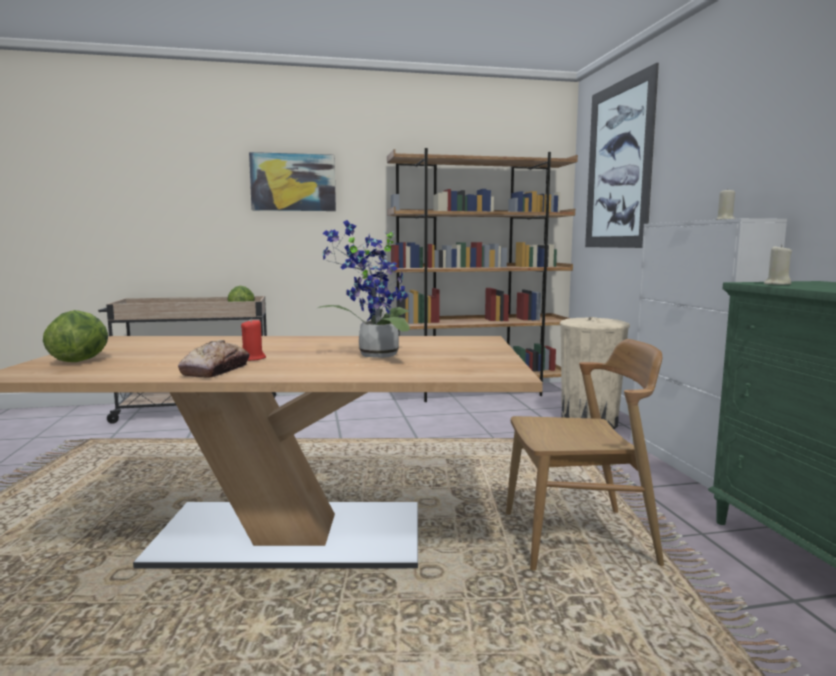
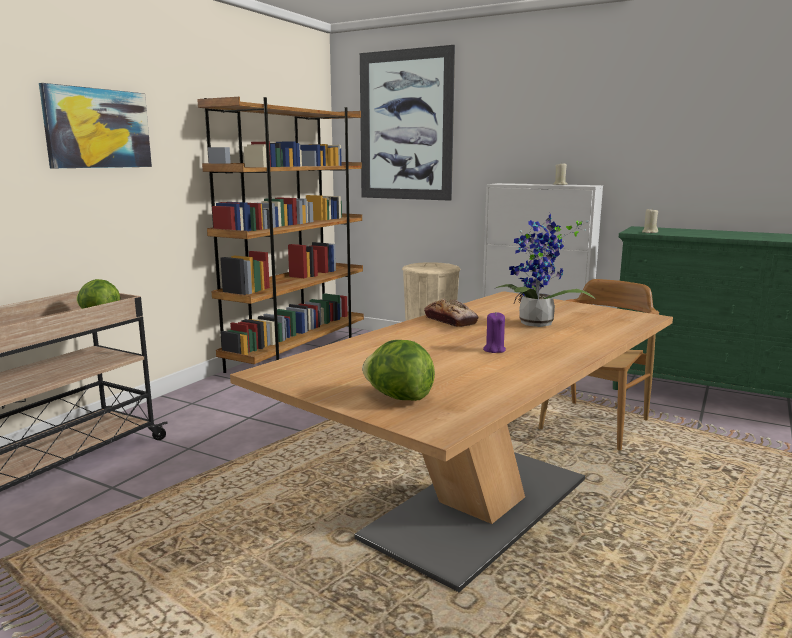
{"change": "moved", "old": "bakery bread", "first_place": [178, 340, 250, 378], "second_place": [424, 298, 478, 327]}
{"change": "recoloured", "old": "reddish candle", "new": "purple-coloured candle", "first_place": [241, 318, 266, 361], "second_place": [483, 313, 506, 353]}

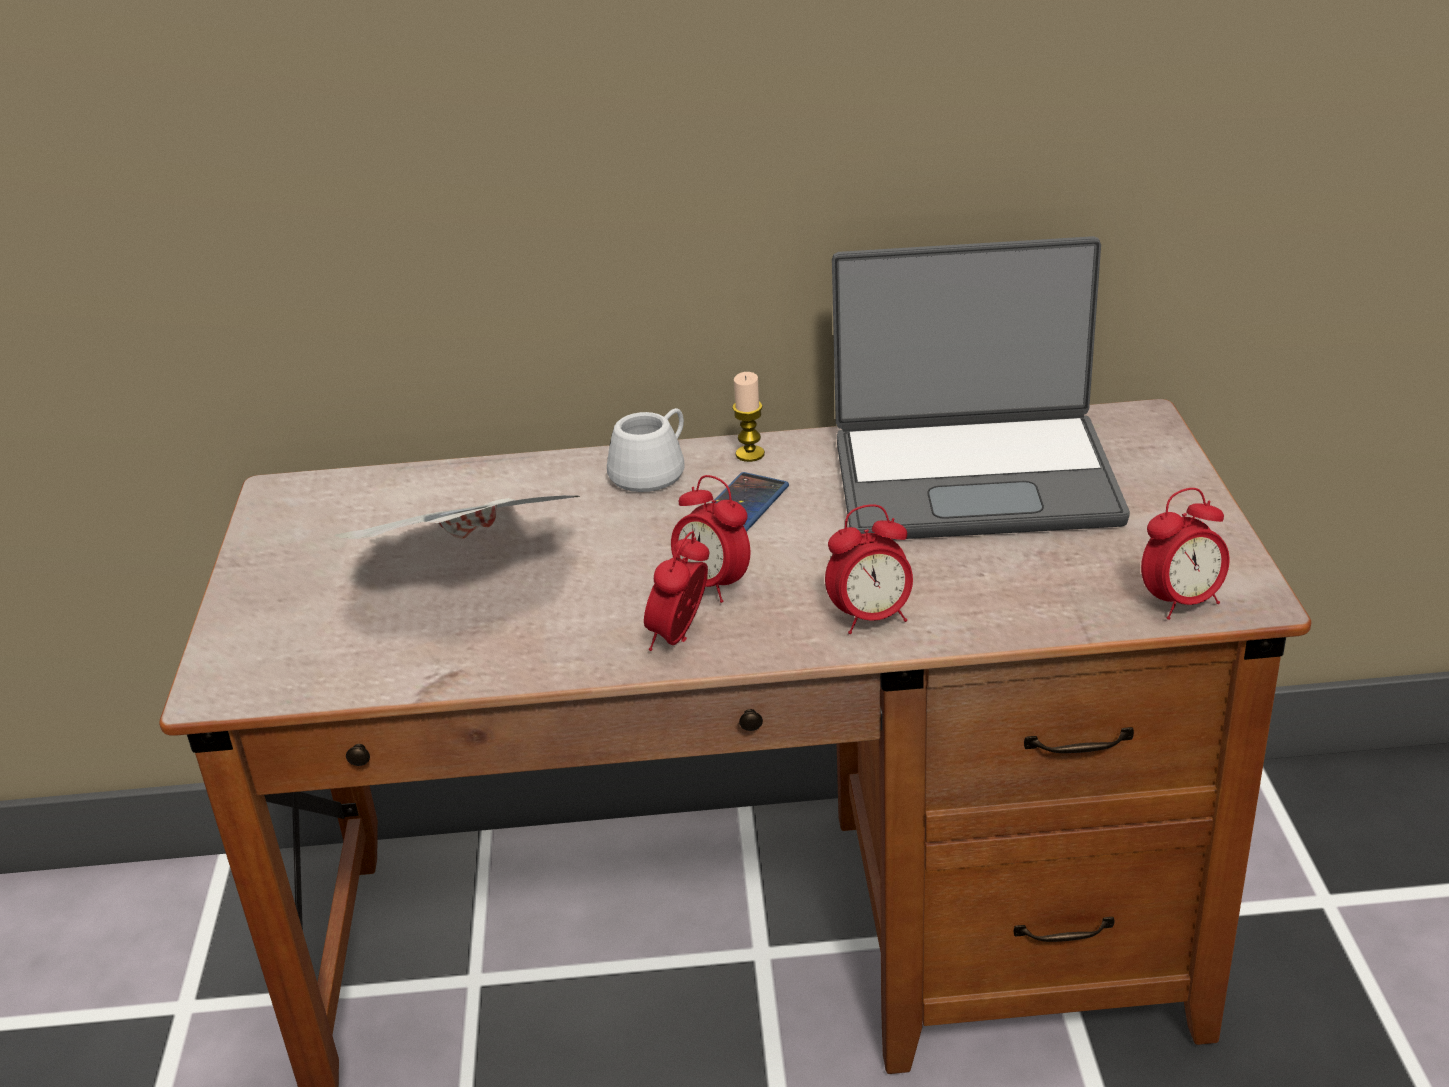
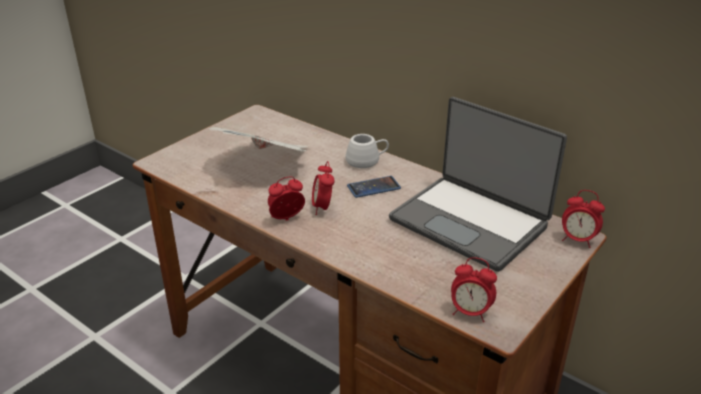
{"change": "moved", "old": "alarm clock", "first_place": [825, 504, 913, 634], "second_place": [562, 190, 605, 248]}
{"change": "removed", "old": "candle", "first_place": [732, 372, 765, 462]}

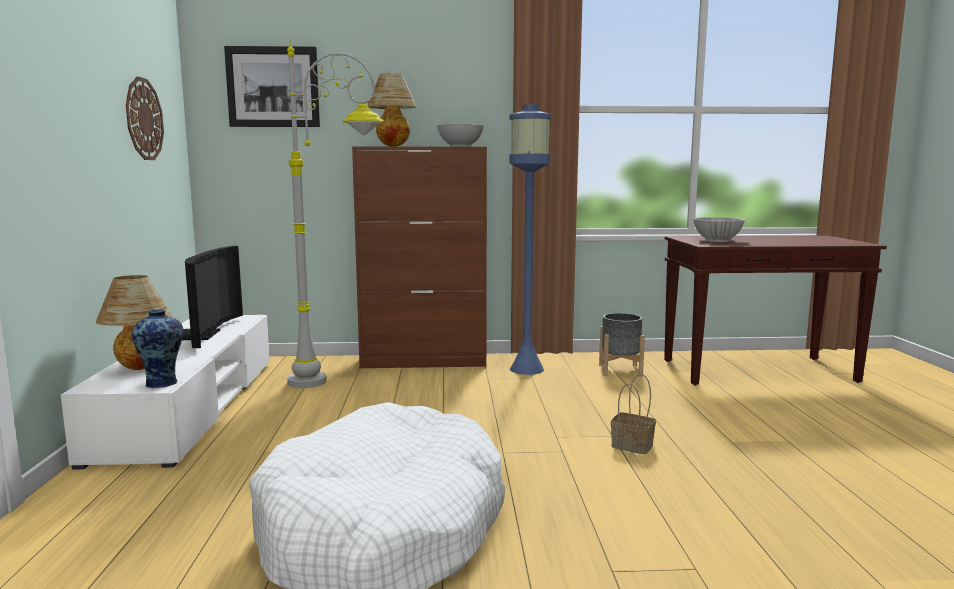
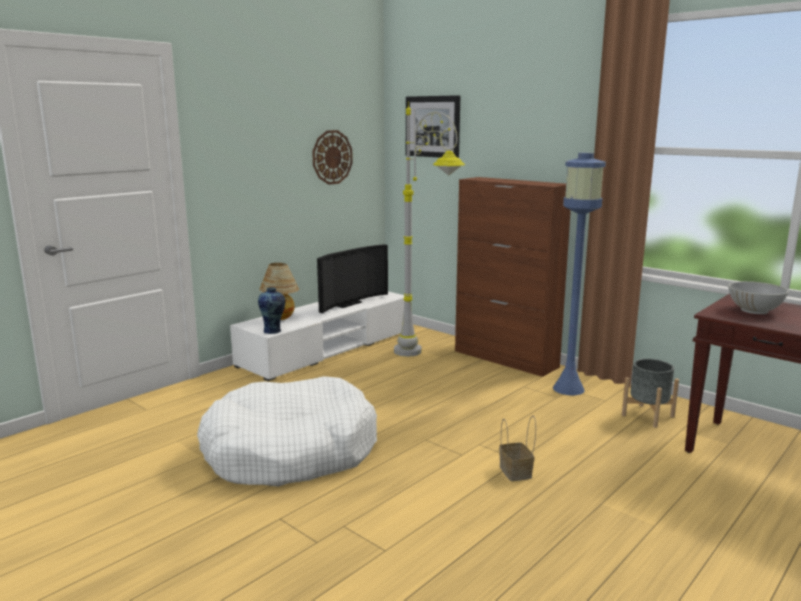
{"change": "removed", "old": "table lamp", "first_place": [368, 73, 417, 147]}
{"change": "removed", "old": "white-coloured serving bowl", "first_place": [437, 124, 484, 147]}

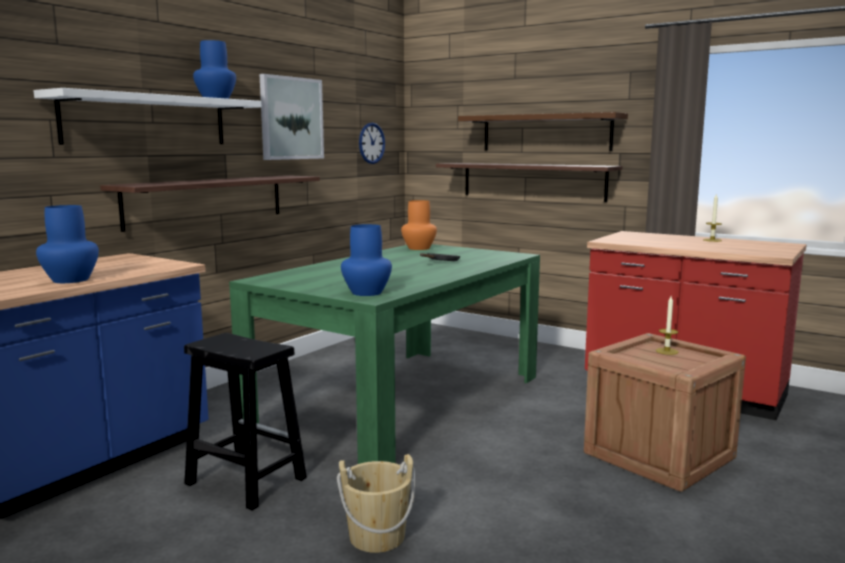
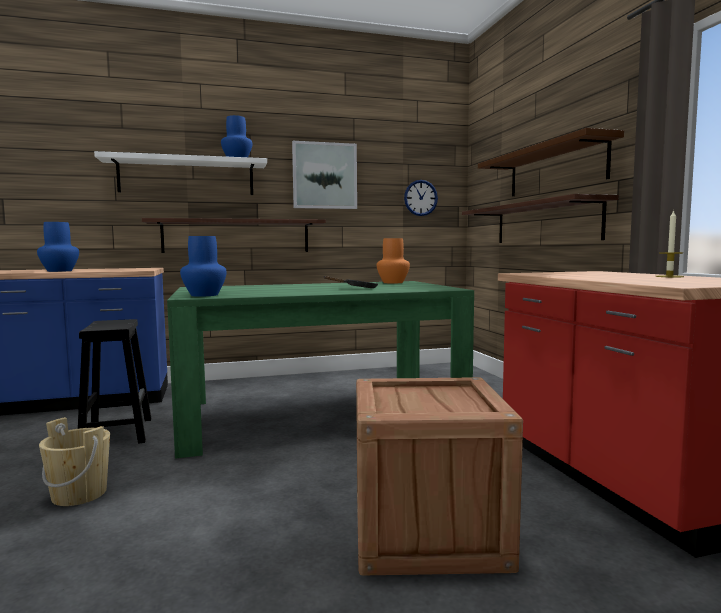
{"change": "removed", "old": "candle", "first_place": [656, 296, 679, 355]}

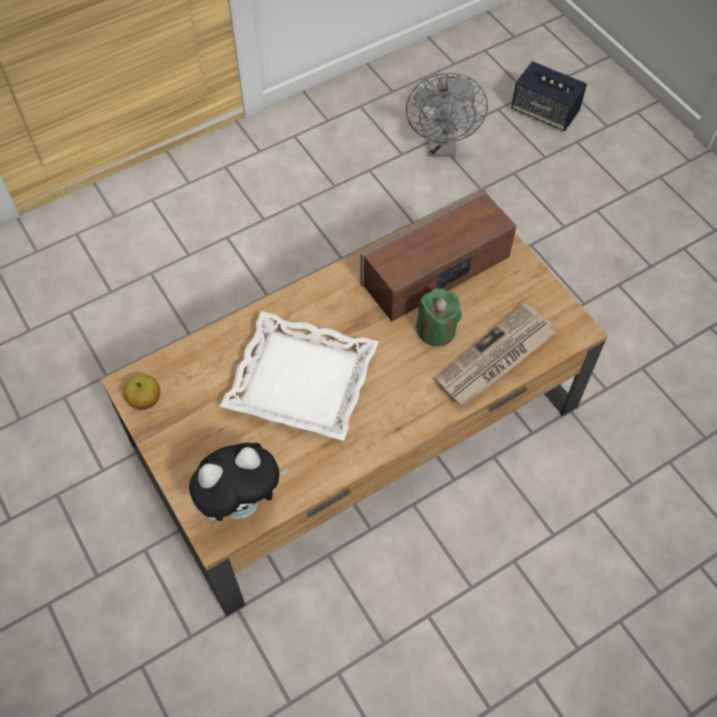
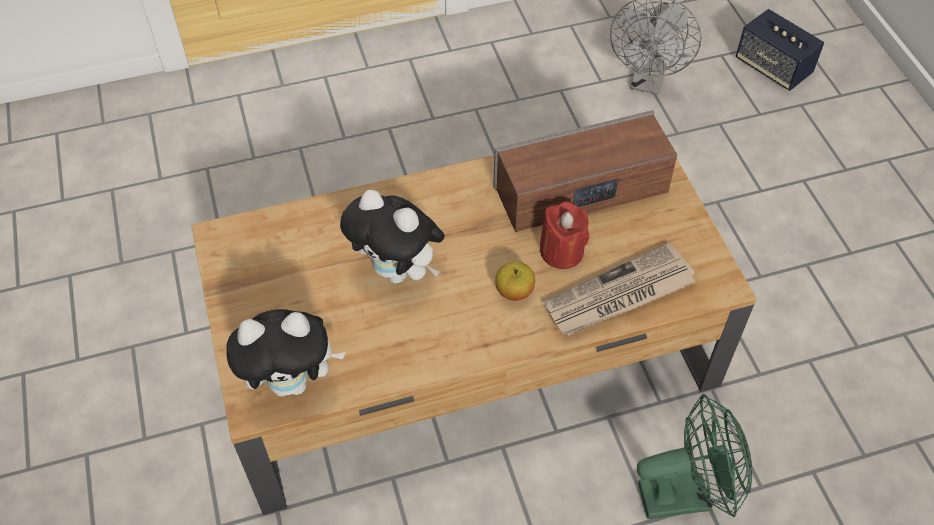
{"change": "replaced", "old": "white-coloured carrying tray", "new": "soft toy", "first_place": [220, 311, 379, 441], "second_place": [340, 190, 445, 284]}
{"change": "moved", "old": "whole apple", "first_place": [124, 374, 160, 410], "second_place": [495, 261, 535, 301]}
{"change": "recoloured", "old": "green candle", "new": "reddish candle", "first_place": [416, 288, 462, 346], "second_place": [540, 202, 589, 269]}
{"change": "added", "new": "green electric fan", "second_place": [637, 394, 752, 519]}

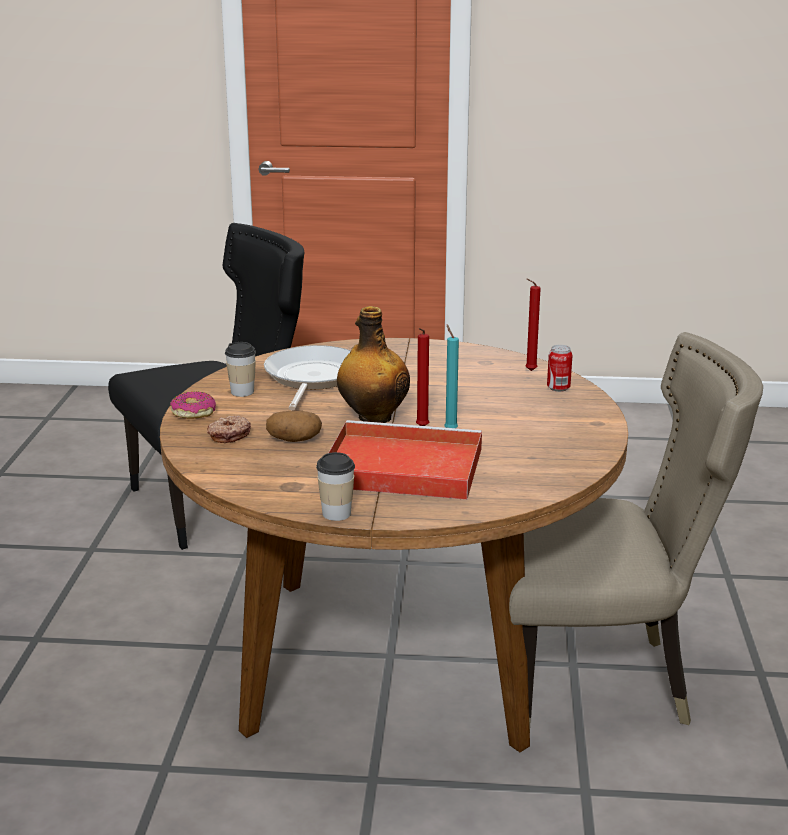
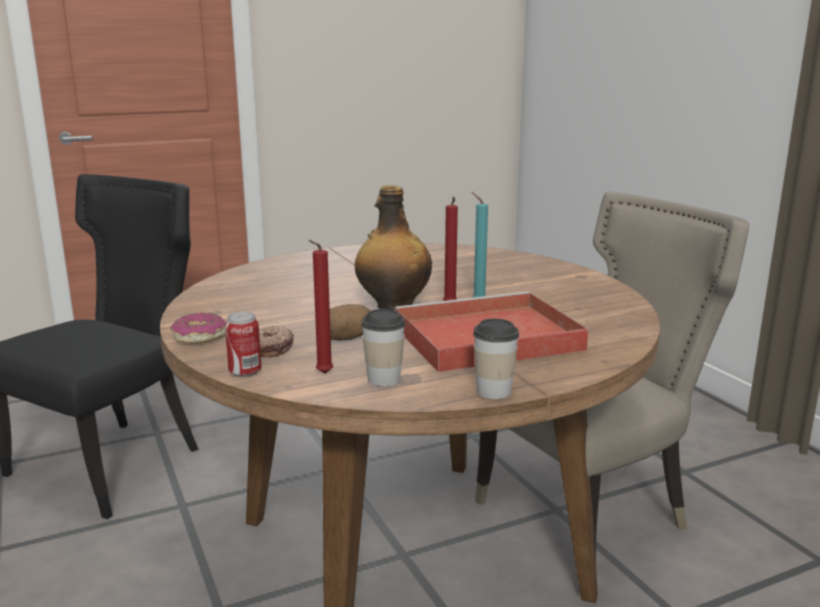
{"change": "moved", "old": "sealed can", "first_place": [547, 345, 573, 392], "second_place": [225, 312, 261, 377]}
{"change": "moved", "old": "reddish candle", "first_place": [525, 279, 541, 371], "second_place": [308, 240, 333, 374]}
{"change": "moved", "old": "cup", "first_place": [225, 342, 256, 397], "second_place": [361, 309, 406, 387]}
{"change": "removed", "old": "skillet", "first_place": [264, 345, 351, 410]}

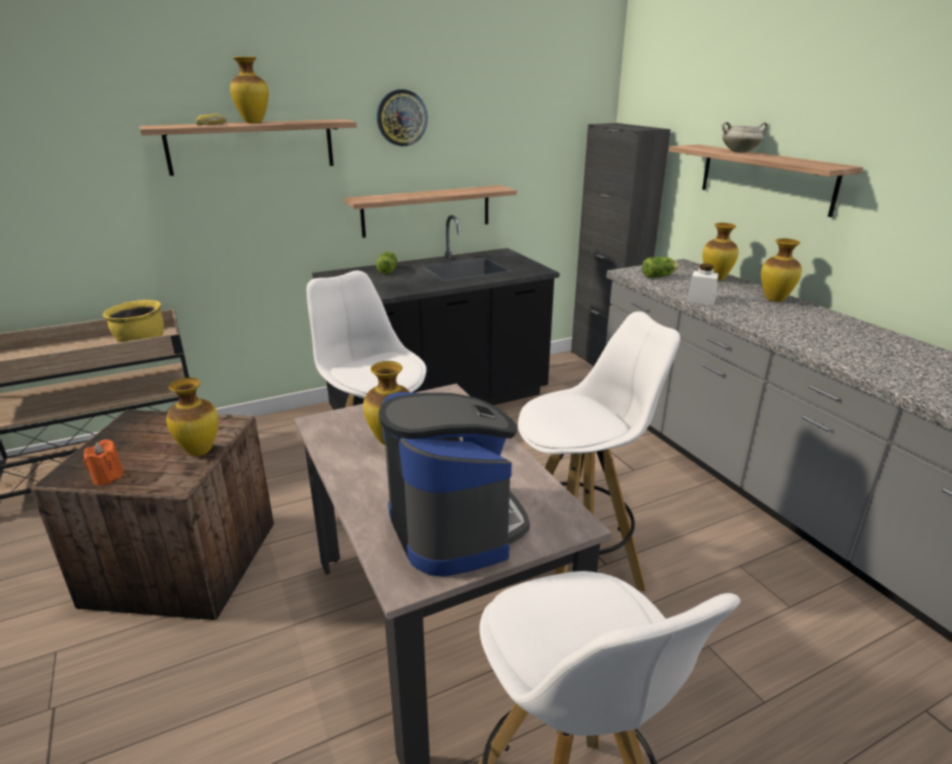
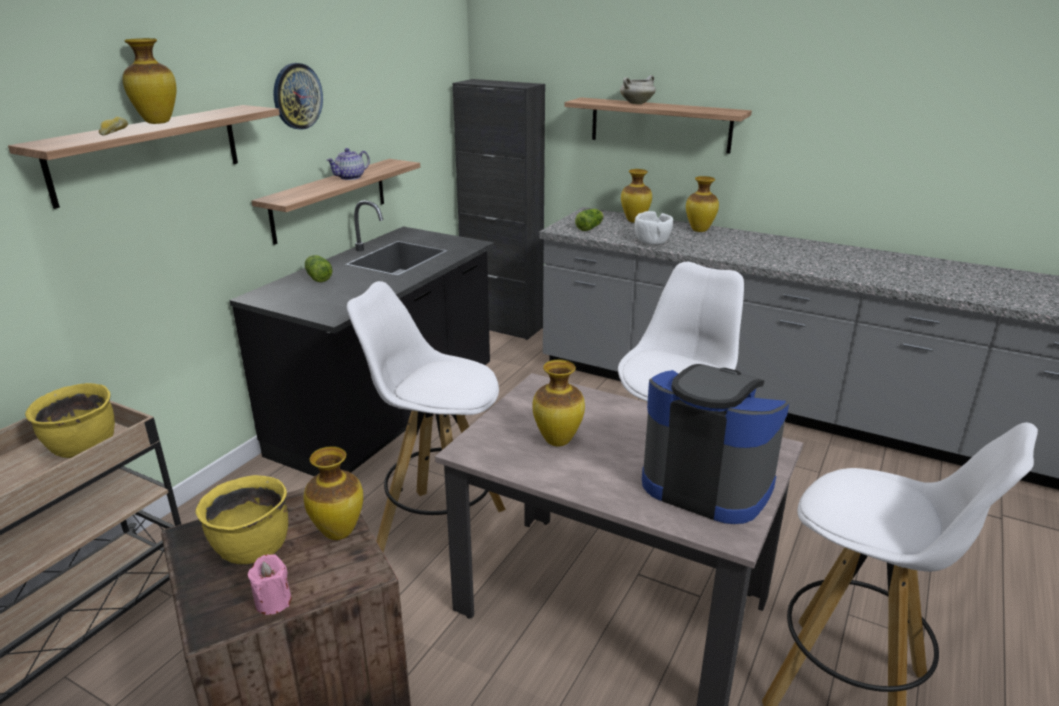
{"change": "added", "new": "yellow-coloured cooking pot", "second_place": [195, 475, 288, 564]}
{"change": "recoloured", "old": "orangey candle", "new": "pinkish candle", "first_place": [84, 439, 124, 485], "second_place": [248, 554, 292, 615]}
{"change": "added", "new": "teapot", "second_place": [327, 148, 370, 180]}
{"change": "replaced", "old": "white-coloured storage jar", "new": "white-coloured serving bowl", "first_place": [687, 264, 718, 305], "second_place": [635, 211, 673, 245]}

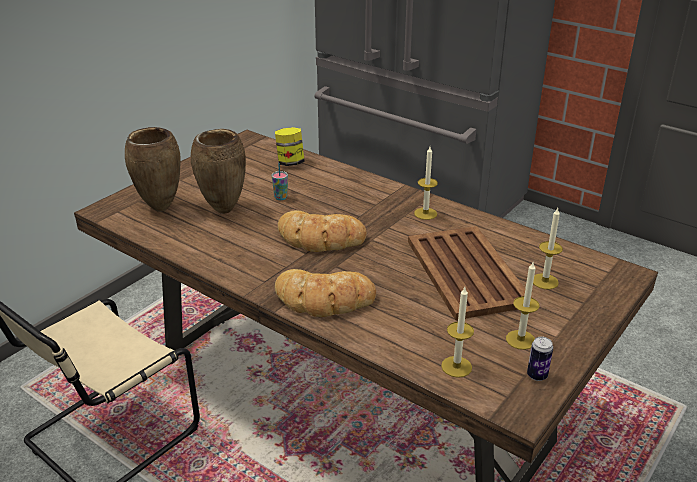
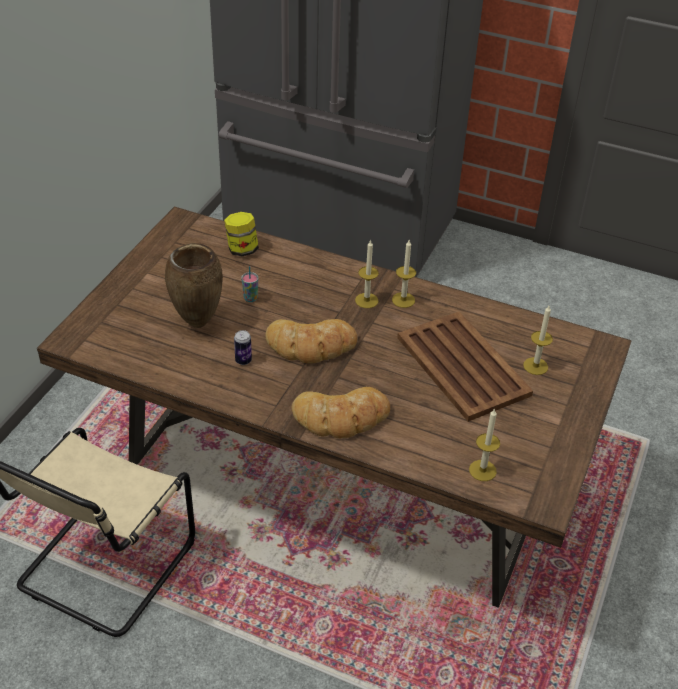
{"change": "moved", "old": "sealed can", "first_place": [527, 337, 553, 381], "second_place": [234, 330, 252, 365]}
{"change": "moved", "old": "candle", "first_place": [506, 262, 539, 350], "second_place": [355, 240, 379, 308]}
{"change": "removed", "old": "brown-coloured decorative vase", "first_place": [125, 127, 181, 212]}

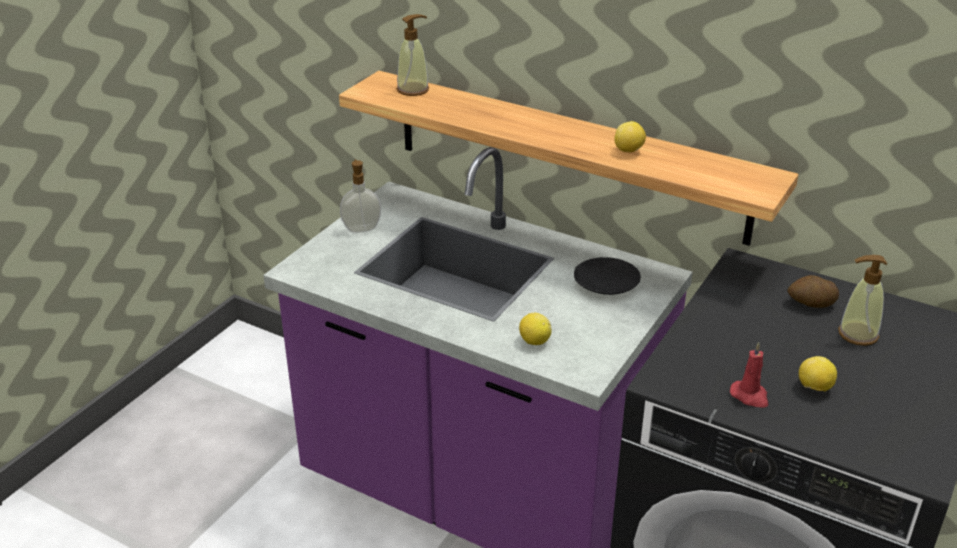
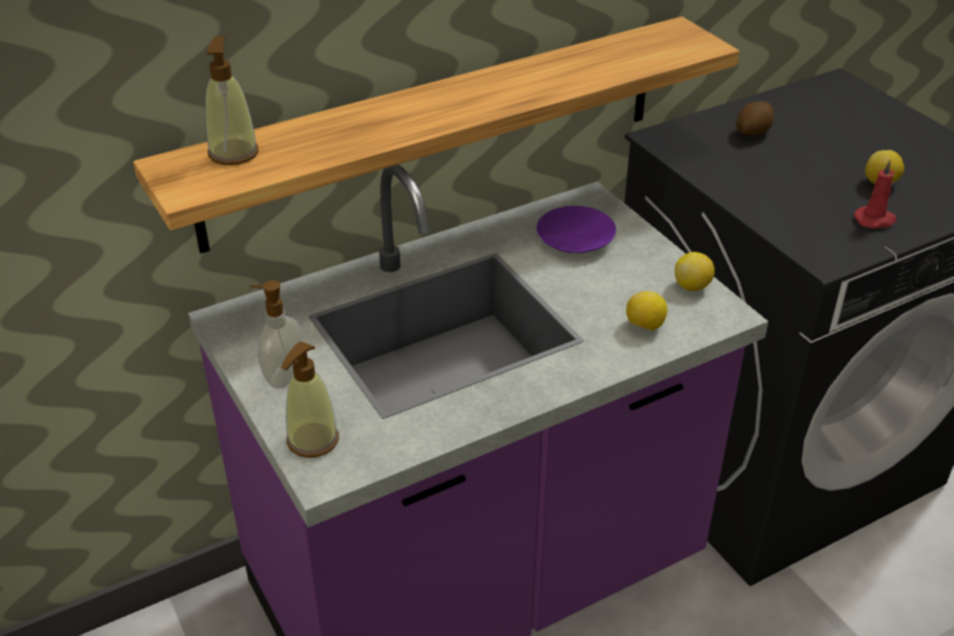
{"change": "moved", "old": "soap dispenser", "first_place": [838, 255, 887, 346], "second_place": [281, 341, 339, 458]}
{"change": "recoloured", "old": "black flat dish", "new": "purple-coloured flat dish", "first_place": [574, 257, 641, 295], "second_place": [537, 206, 616, 253]}
{"change": "moved", "old": "lemon", "first_place": [615, 121, 646, 153], "second_place": [675, 252, 715, 291]}

